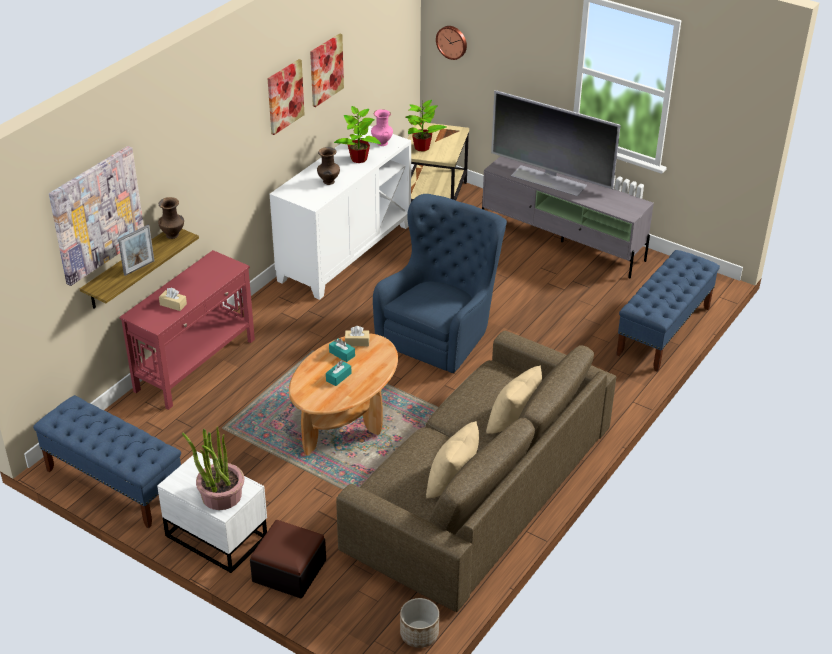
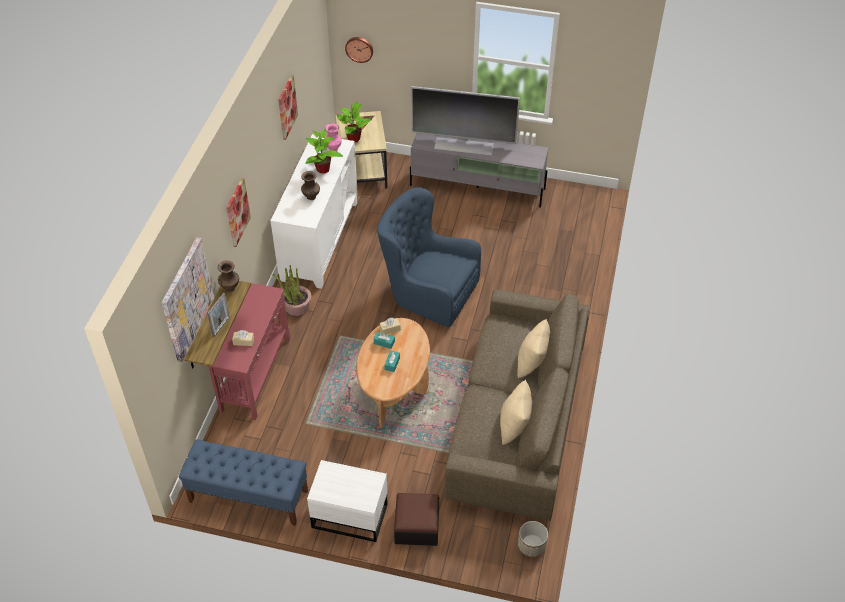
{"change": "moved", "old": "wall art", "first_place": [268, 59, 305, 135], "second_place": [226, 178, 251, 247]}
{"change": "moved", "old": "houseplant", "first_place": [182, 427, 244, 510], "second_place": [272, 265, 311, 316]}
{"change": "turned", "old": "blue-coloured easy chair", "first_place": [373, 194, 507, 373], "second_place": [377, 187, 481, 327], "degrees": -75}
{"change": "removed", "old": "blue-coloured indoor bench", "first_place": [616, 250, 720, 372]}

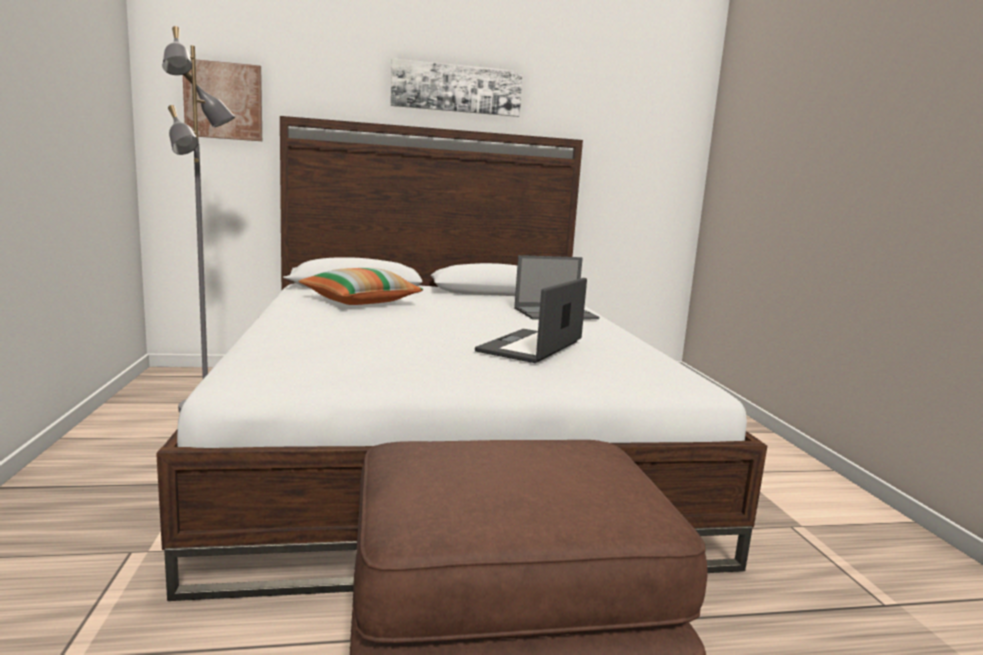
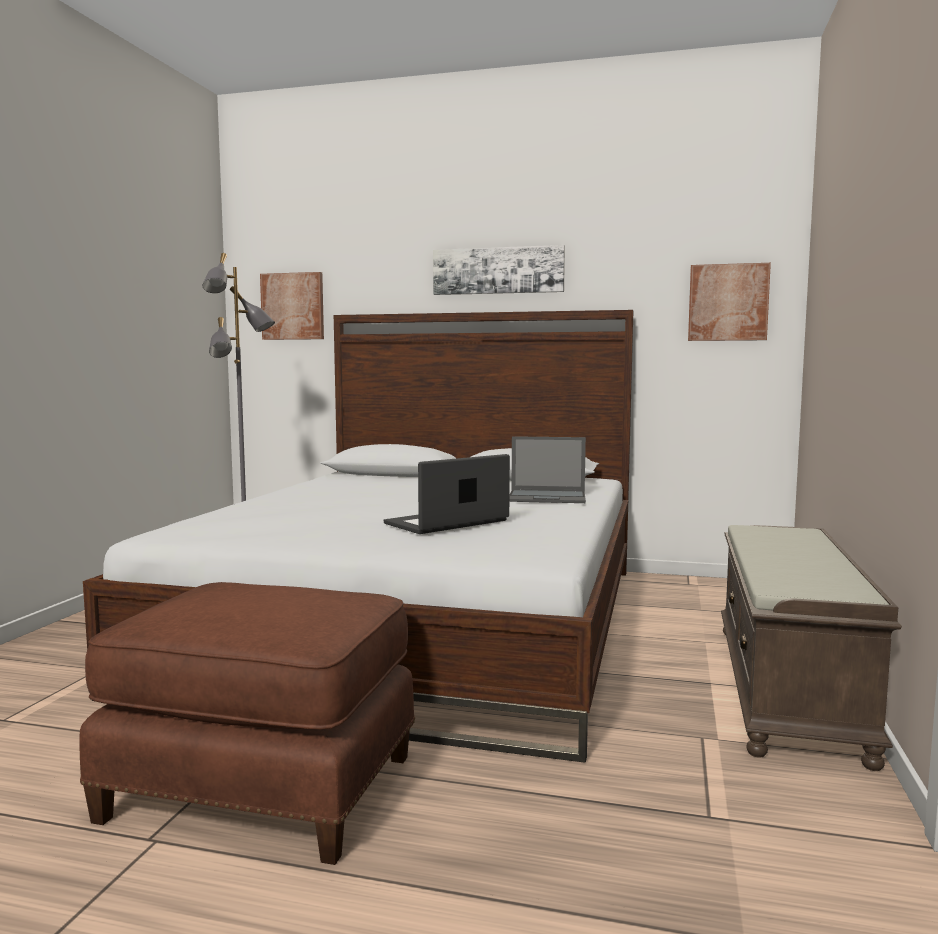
{"change": "added", "new": "wall art", "second_place": [688, 263, 771, 341]}
{"change": "added", "new": "brown-coloured indoor bench", "second_place": [721, 525, 902, 771]}
{"change": "removed", "old": "throw pillow", "first_place": [298, 268, 423, 305]}

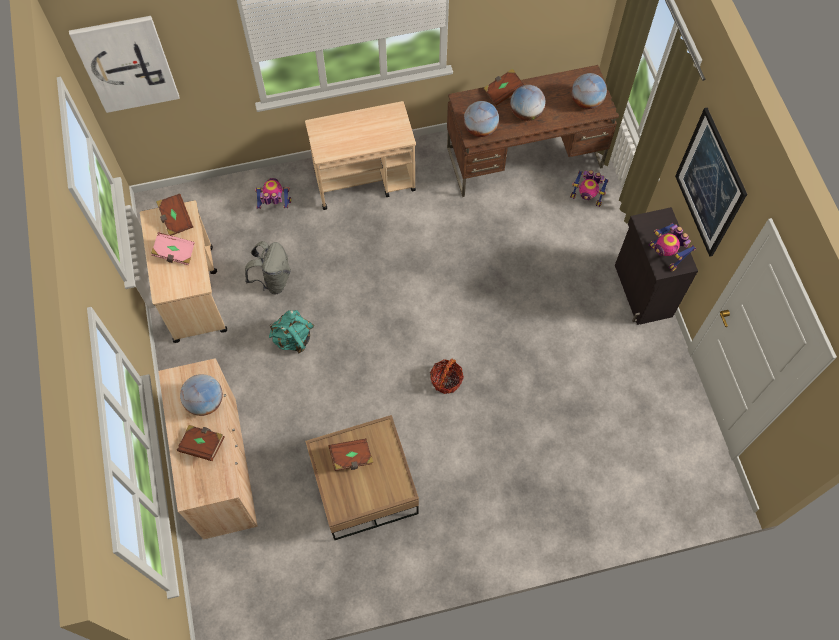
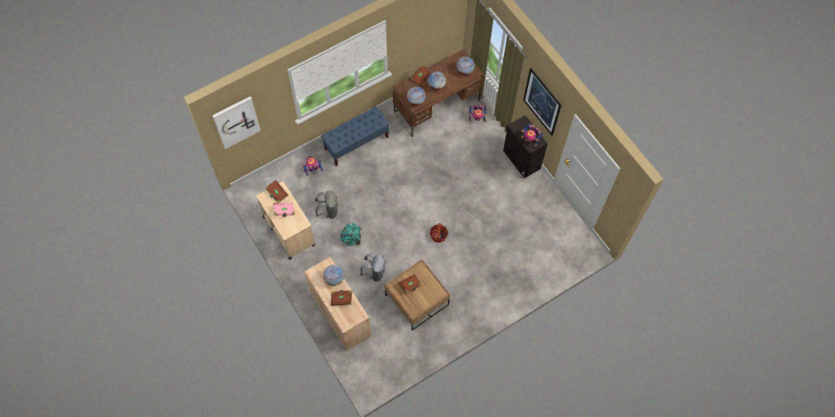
{"change": "replaced", "old": "beige trolley", "new": "blue-coloured indoor bench", "first_place": [305, 101, 416, 210], "second_place": [321, 106, 389, 166]}
{"change": "added", "new": "gray knapsack", "second_place": [360, 253, 386, 282]}

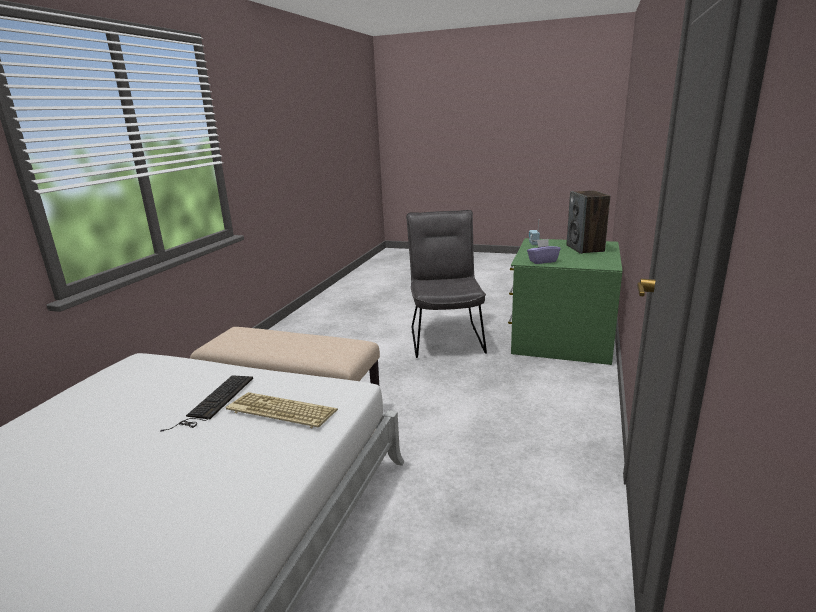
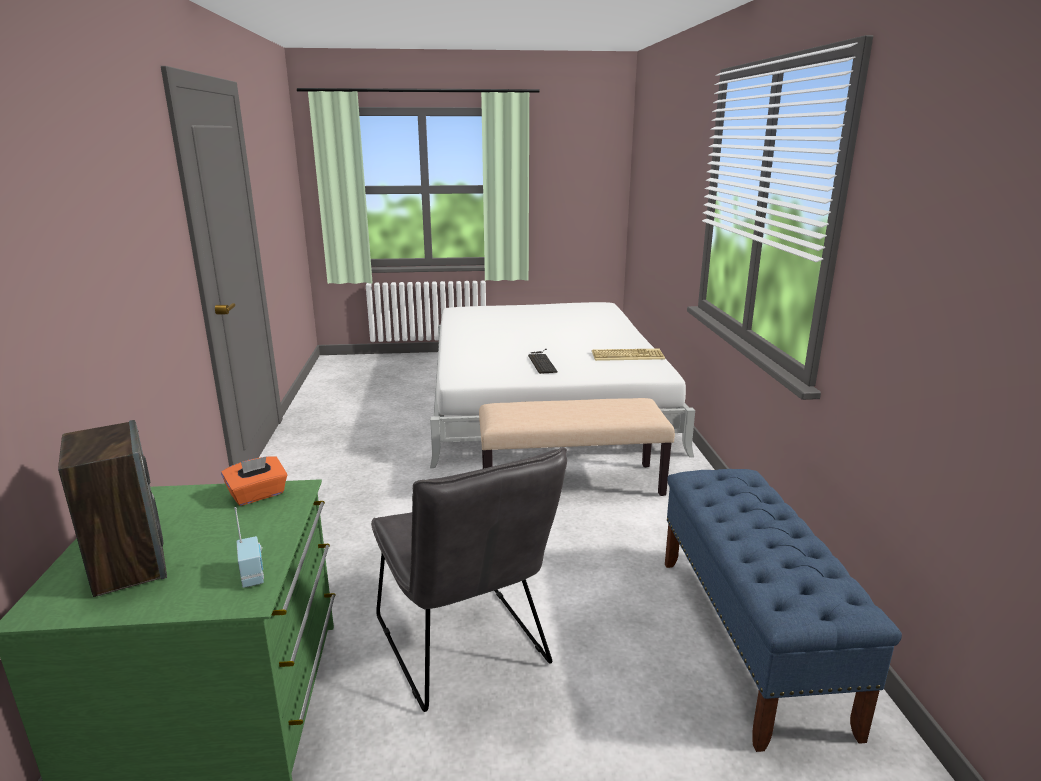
{"change": "recoloured", "old": "purple-coloured tissue box", "new": "orangey tissue box", "first_place": [527, 239, 560, 264], "second_place": [221, 457, 287, 506]}
{"change": "moved", "old": "computer keyboard", "first_place": [226, 392, 338, 428], "second_place": [592, 349, 665, 361]}
{"change": "added", "new": "blue-coloured indoor bench", "second_place": [665, 469, 902, 752]}

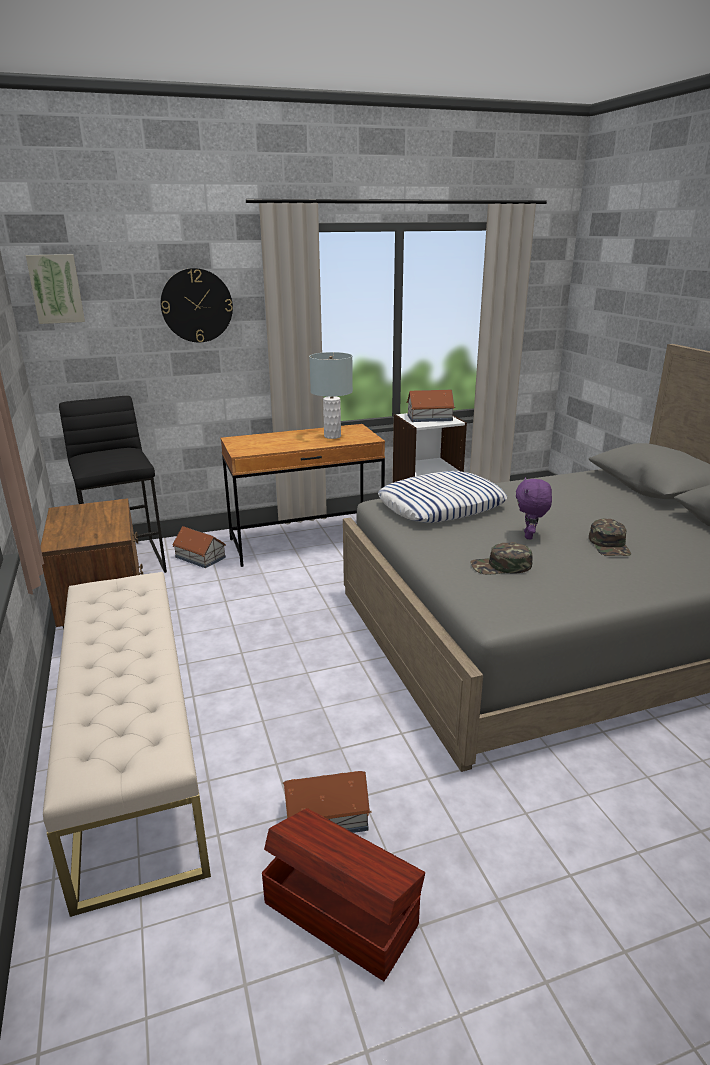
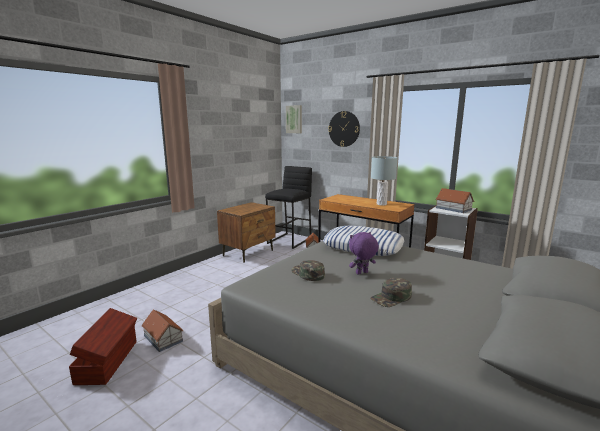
{"change": "removed", "old": "beige indoor bench", "first_place": [43, 572, 211, 917]}

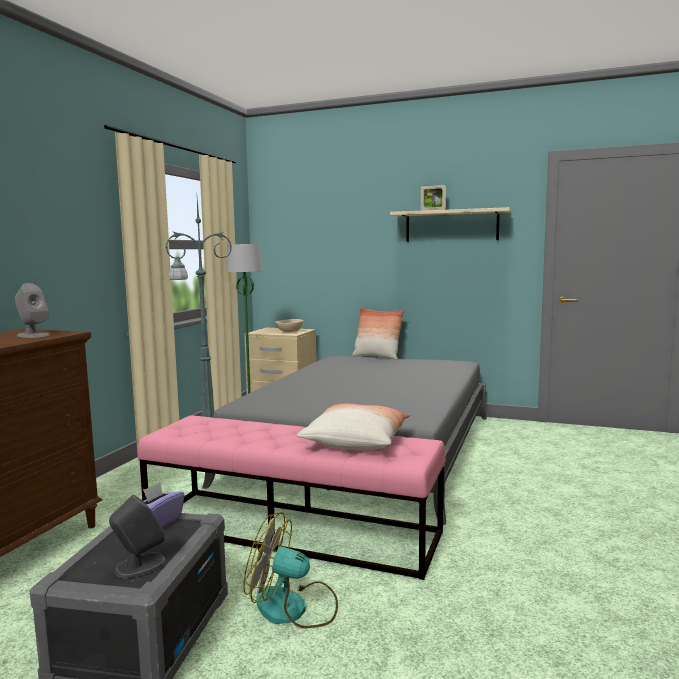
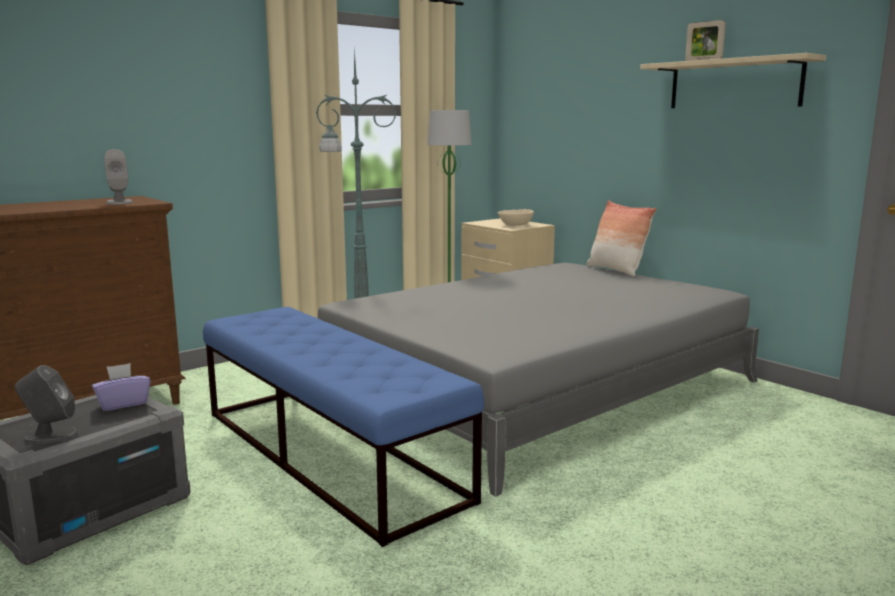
{"change": "recoloured", "old": "pinkish indoor bench", "new": "blue-coloured indoor bench", "first_place": [138, 415, 446, 580], "second_place": [203, 307, 484, 547]}
{"change": "removed", "old": "electric fan", "first_place": [243, 512, 338, 628]}
{"change": "removed", "old": "throw pillow", "first_place": [297, 404, 410, 450]}

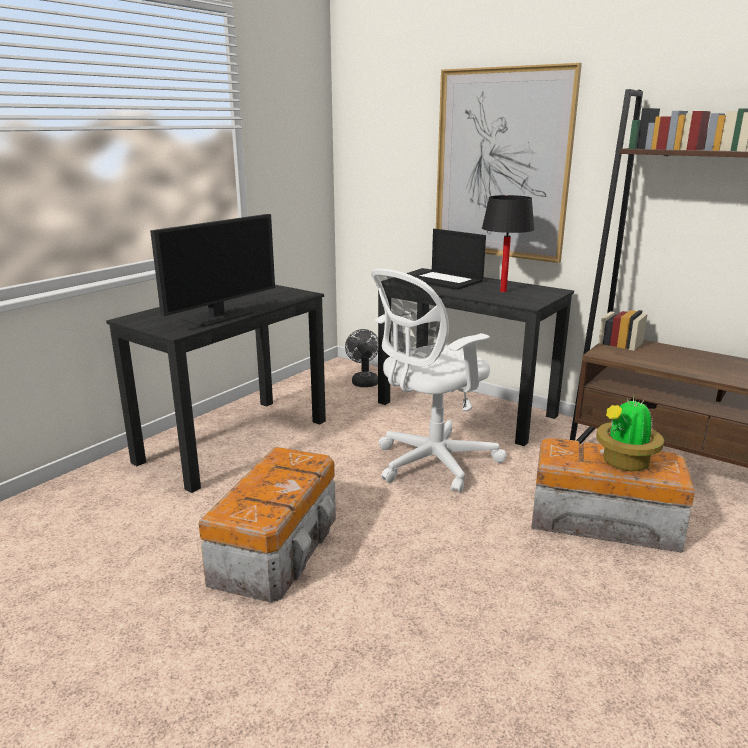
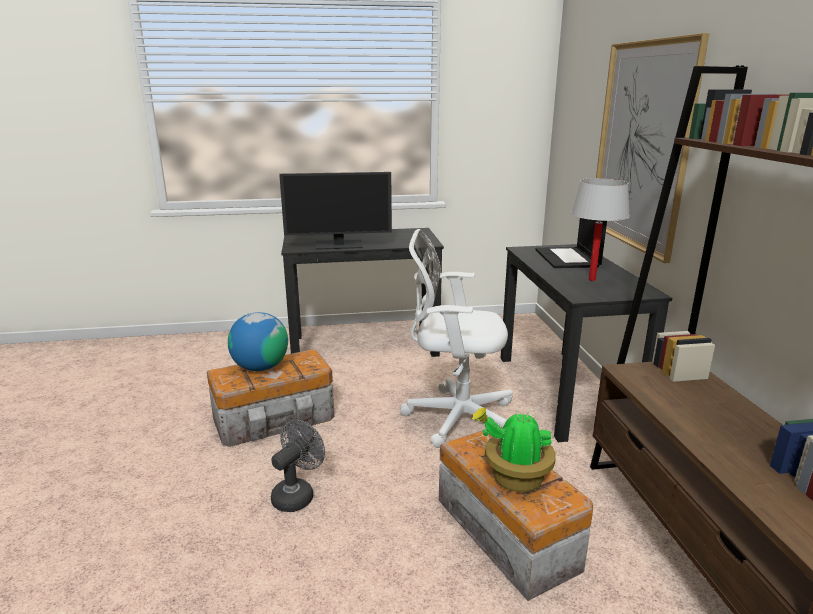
{"change": "added", "new": "globe", "second_place": [228, 312, 288, 371]}
{"change": "moved", "old": "gray electric fan", "first_place": [345, 329, 378, 387], "second_place": [271, 420, 325, 512]}
{"change": "recoloured", "old": "black table lamp", "new": "white-coloured table lamp", "first_place": [482, 195, 535, 292], "second_place": [571, 178, 630, 281]}

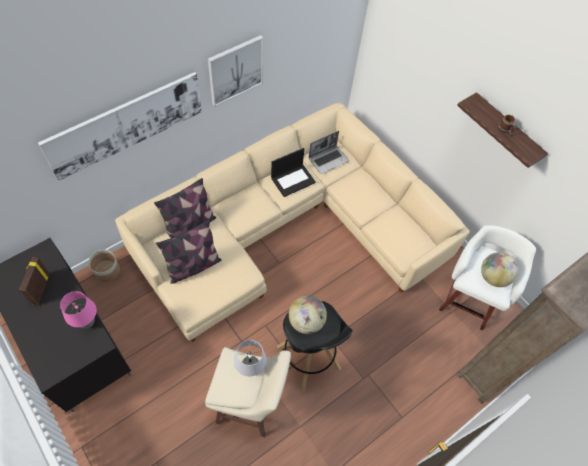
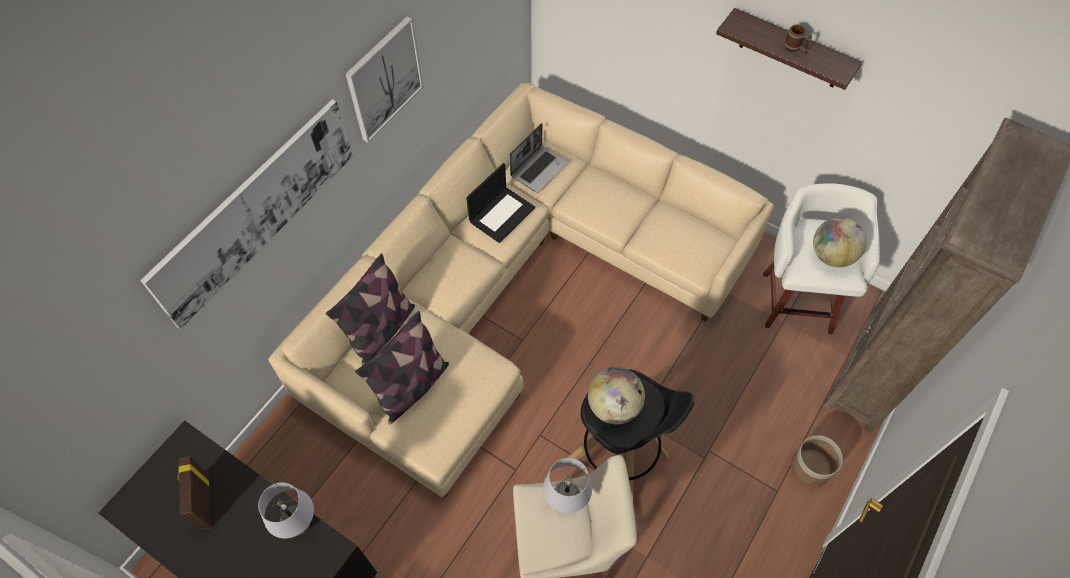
{"change": "recoloured", "old": "pinkish table lamp", "new": "gray table lamp", "first_place": [60, 291, 97, 328], "second_place": [258, 483, 314, 538]}
{"change": "moved", "old": "flower pot", "first_place": [88, 250, 120, 282], "second_place": [791, 435, 843, 486]}

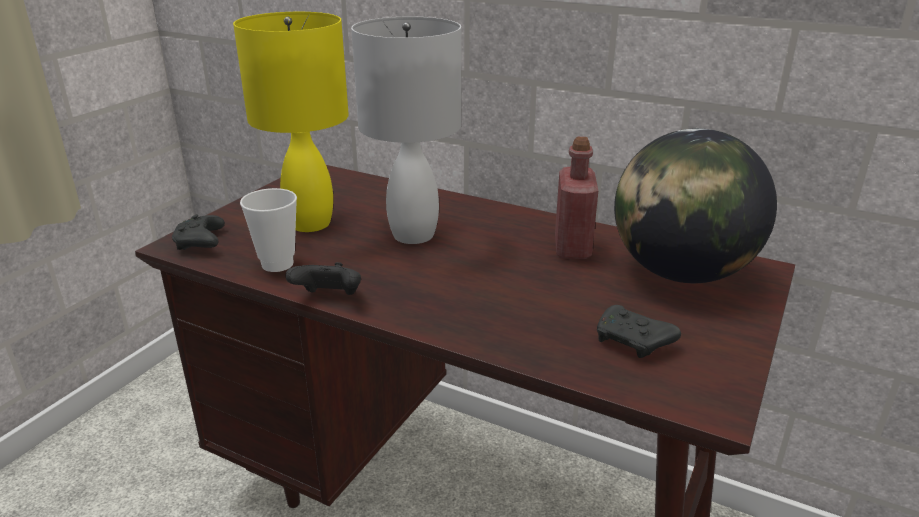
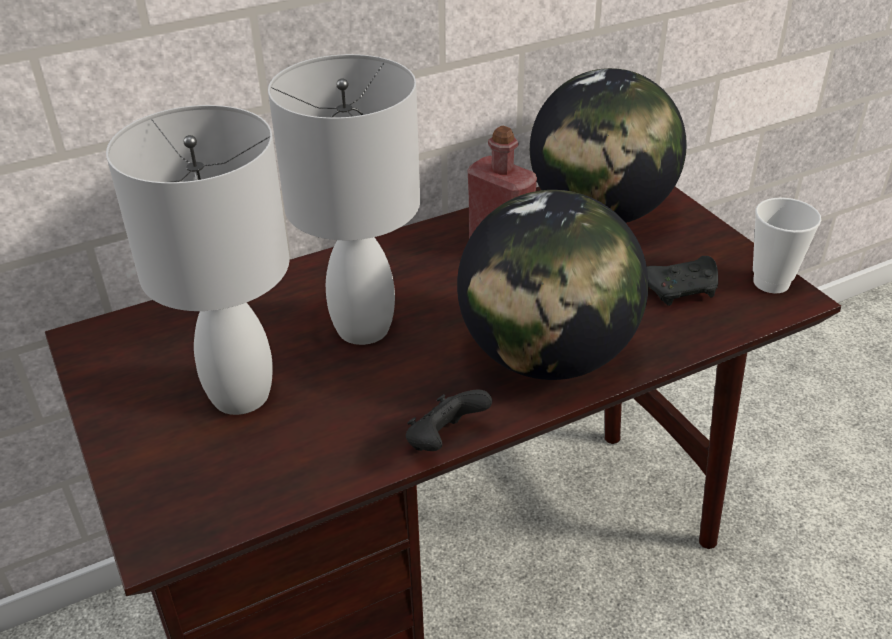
{"change": "recoloured", "old": "yellow-coloured table lamp", "new": "white-coloured table lamp", "first_place": [233, 12, 349, 232], "second_place": [106, 105, 289, 415]}
{"change": "added", "new": "globe", "second_place": [457, 190, 649, 380]}
{"change": "moved", "old": "cup", "first_place": [240, 188, 297, 272], "second_place": [753, 198, 821, 293]}
{"change": "removed", "old": "black gamepad", "first_place": [172, 215, 225, 250]}

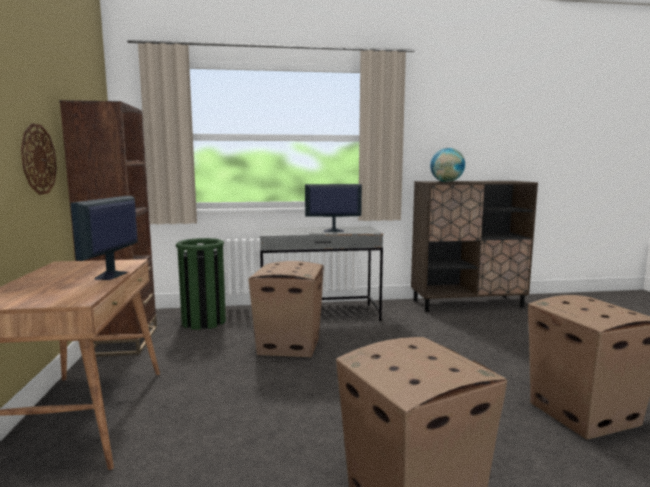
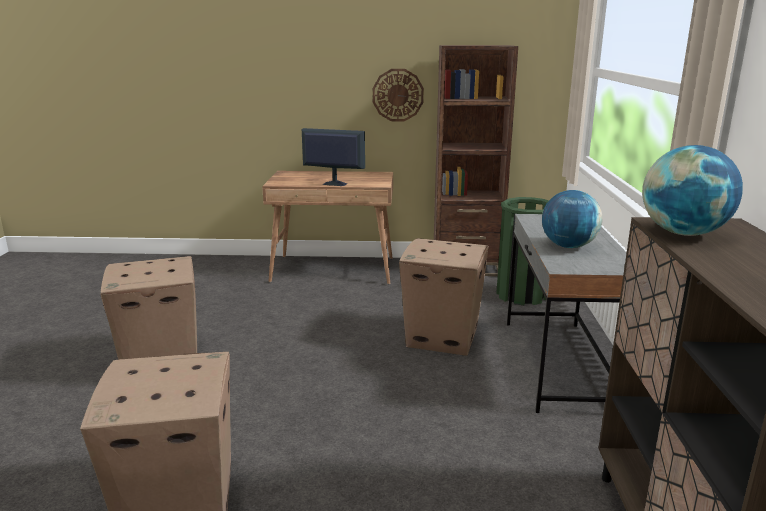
{"change": "replaced", "old": "monitor", "new": "globe", "first_place": [305, 184, 362, 232], "second_place": [542, 190, 603, 248]}

